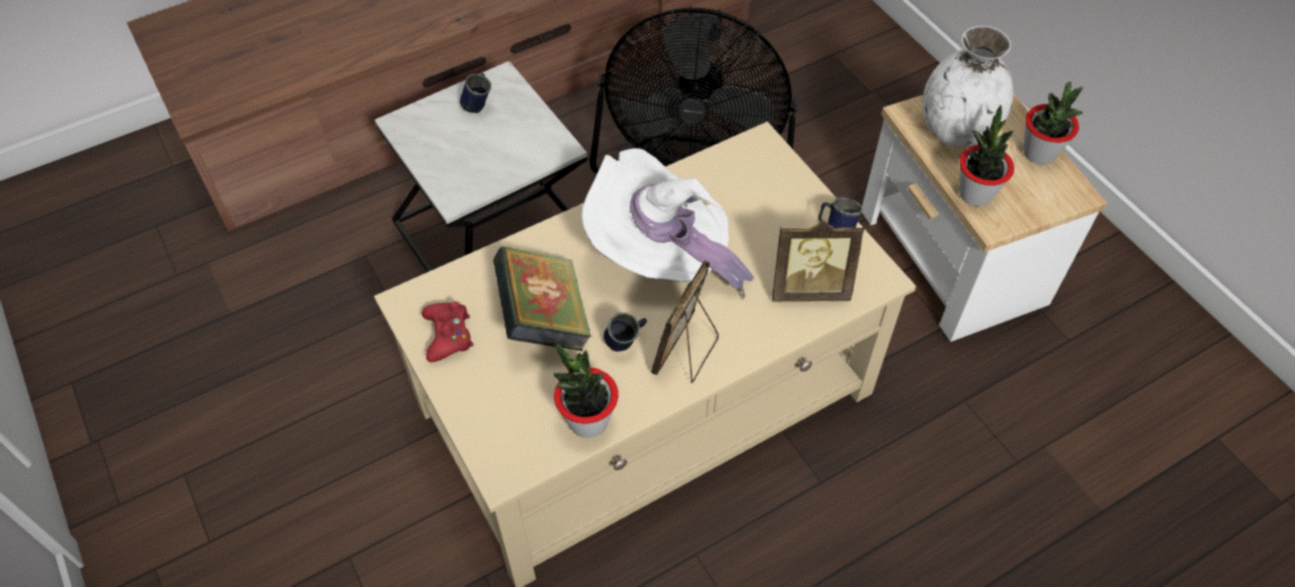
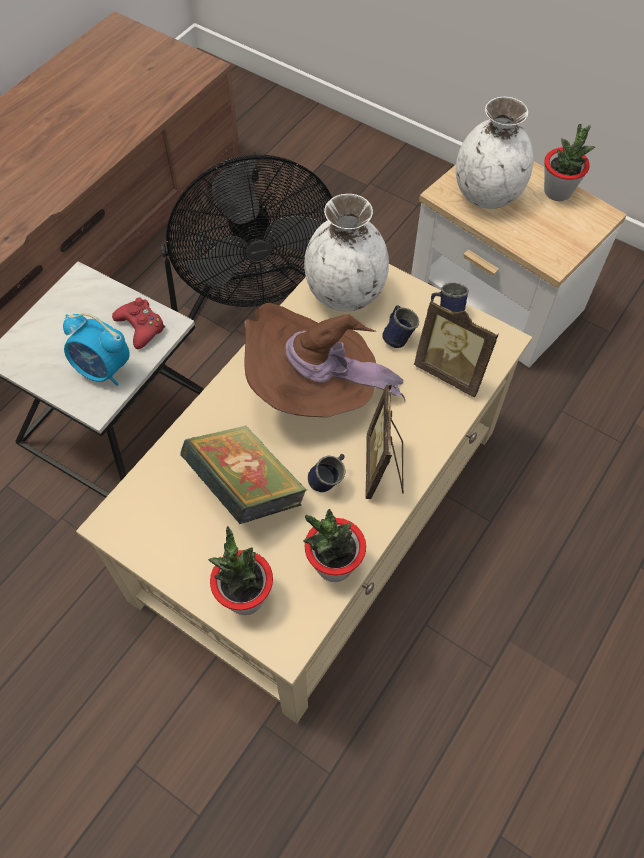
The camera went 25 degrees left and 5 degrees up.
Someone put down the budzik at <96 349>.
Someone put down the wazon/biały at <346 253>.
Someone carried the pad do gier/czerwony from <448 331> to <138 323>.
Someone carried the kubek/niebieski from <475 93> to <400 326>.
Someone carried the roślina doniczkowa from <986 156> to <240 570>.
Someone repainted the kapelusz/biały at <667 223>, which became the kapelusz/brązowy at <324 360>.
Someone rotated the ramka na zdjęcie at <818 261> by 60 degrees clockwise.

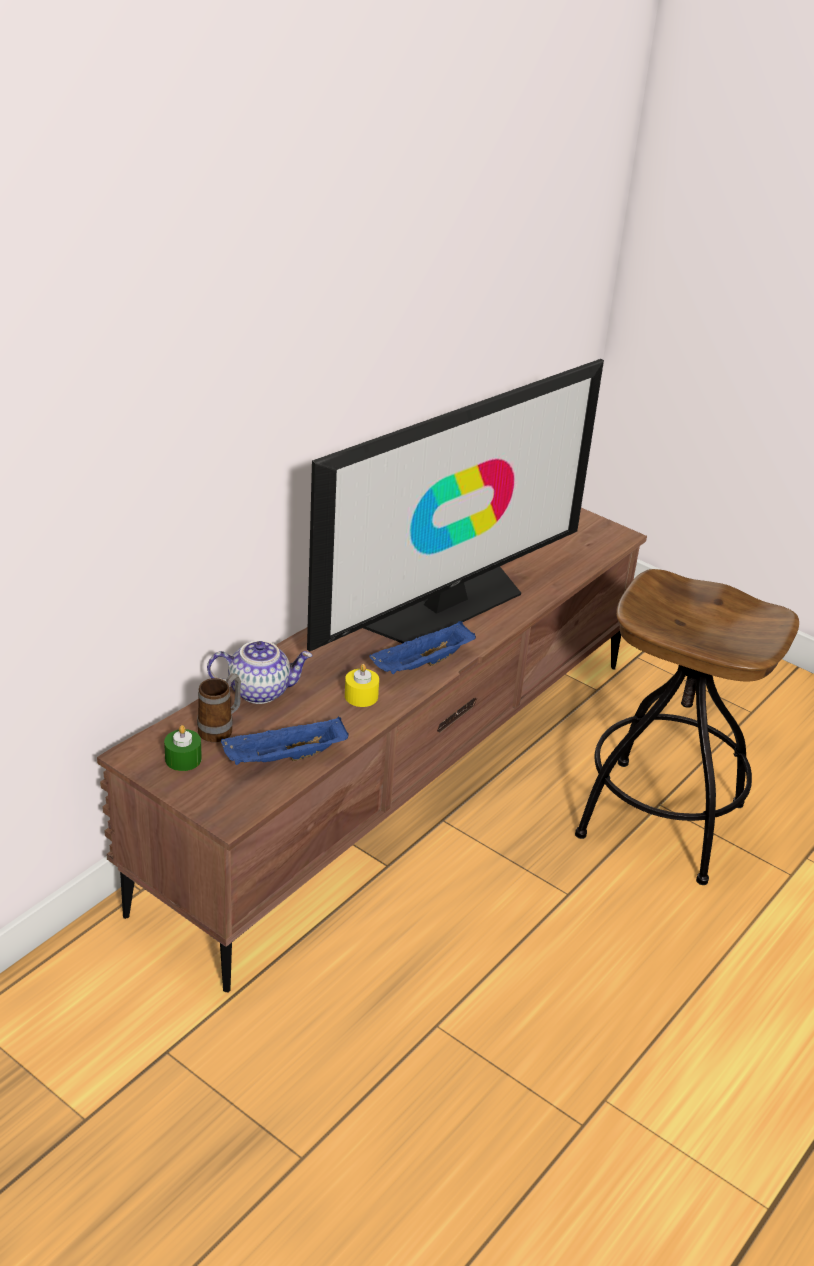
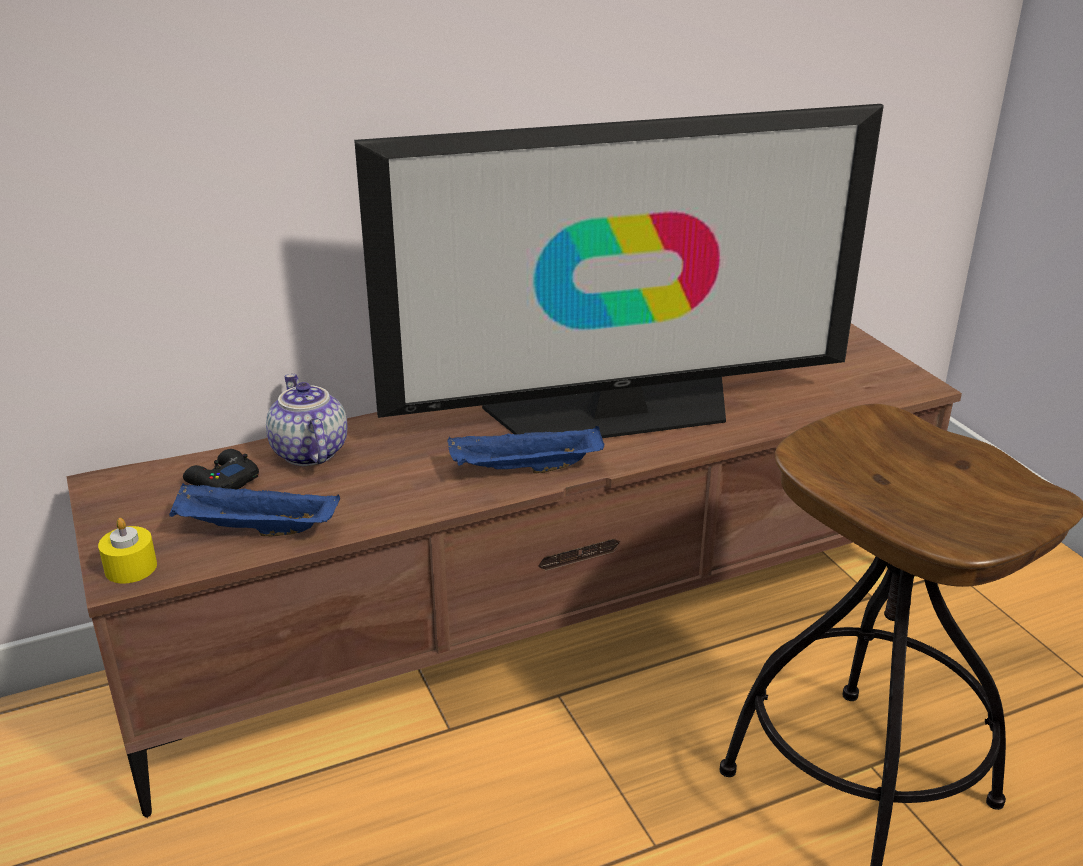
The camera went 30 degrees right and 5 degrees down.
Someone took away the świeca/zielony at <183 748>.
Someone carried the świeca/żółty from <362 685> to <127 551>.
Someone swapped the kubek at <219 707> for the pad do gier/czarny at <221 469>.
Someone rotated the imbryk at <260 672> by 135 degrees counterclockwise.

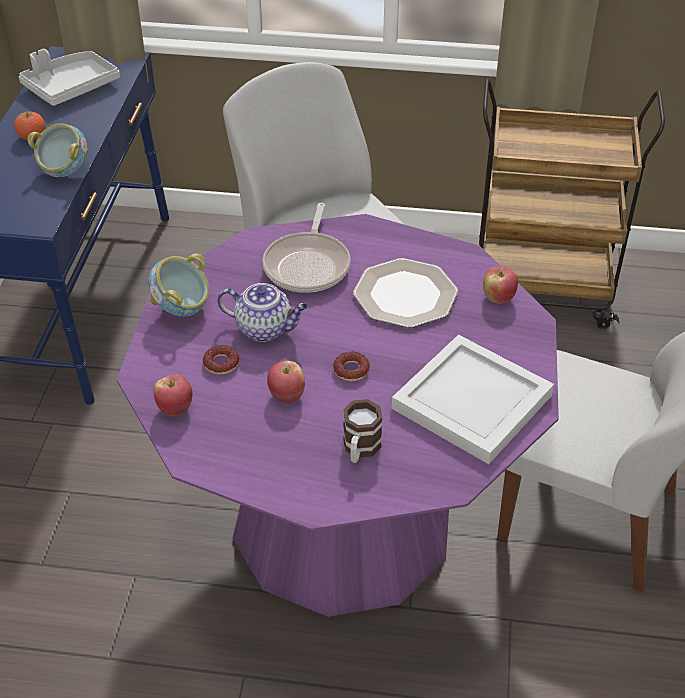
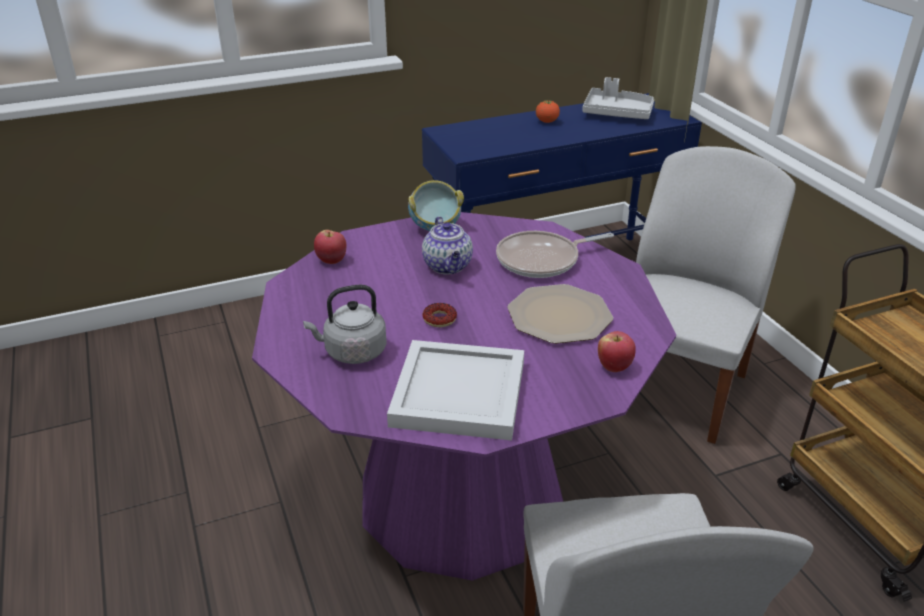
The camera went 60 degrees right and 10 degrees down.
Someone took away the miska at <58 150>.
Someone took away the donut at <221 360>.
Someone took away the jabłko at <286 382>.
Someone swapped the kubek at <363 431> for the czajnik/szary at <345 324>.

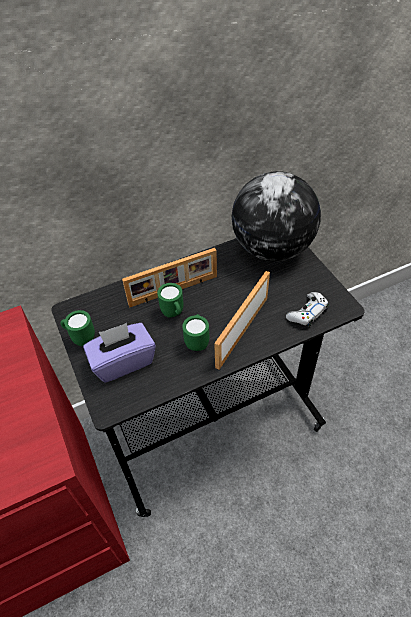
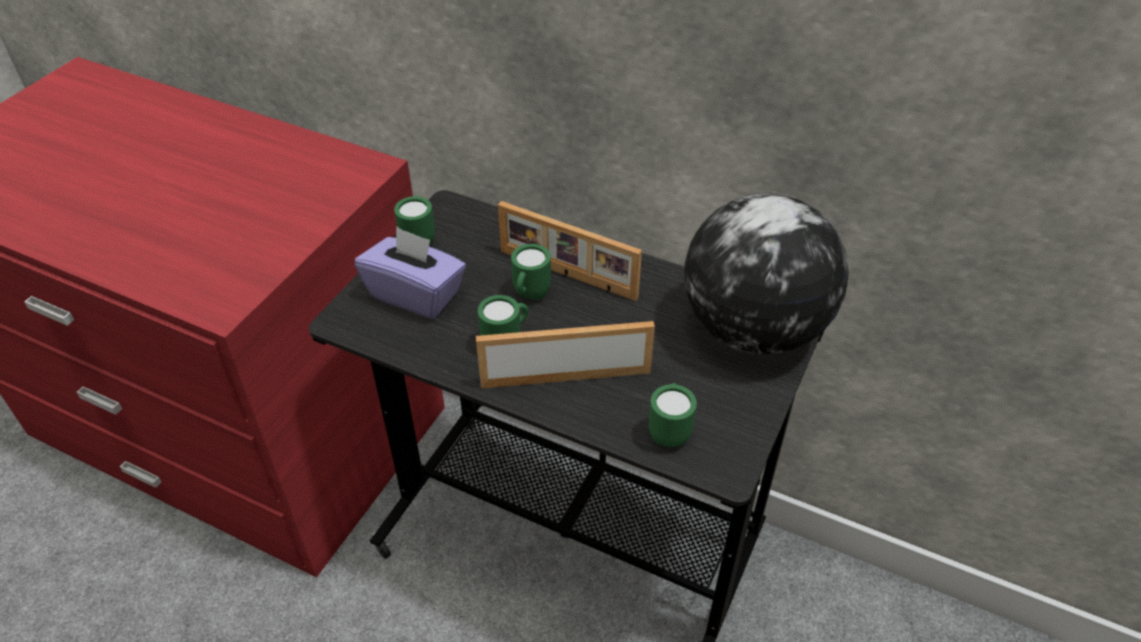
The camera went 50 degrees right and 5 degrees down.
Someone swapped the pad do gier/biały at <307 309> for the kubek/zielony at <673 415>.

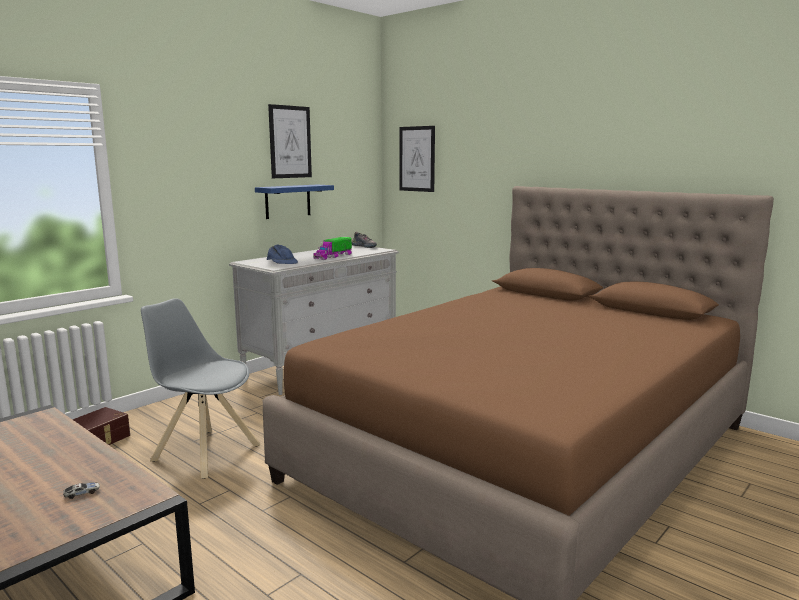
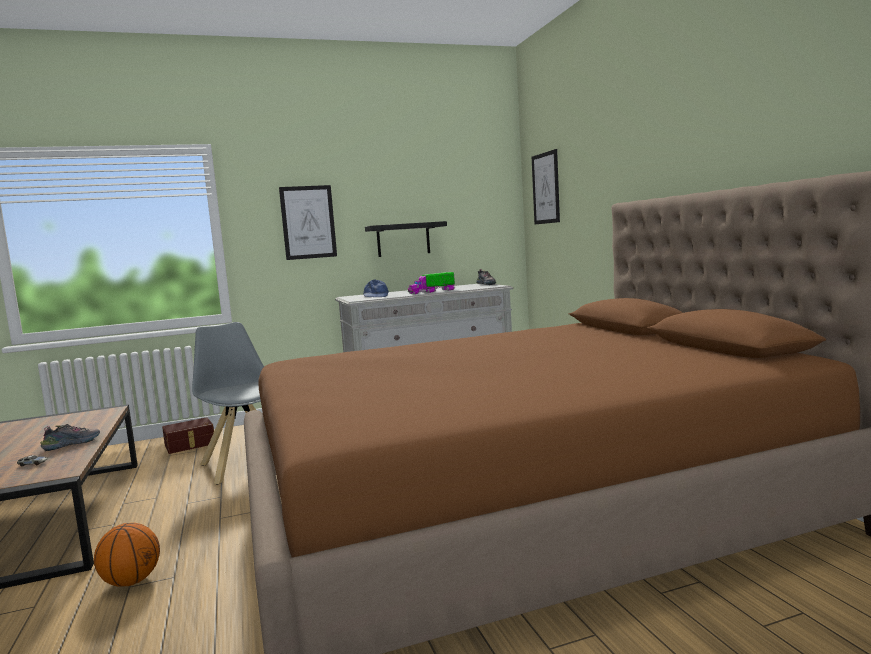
The camera went 30 degrees right and 5 degrees down.
Someone put down the but at <70 437>.
Someone put down the piłka do koszykówki at <127 555>.
Someone carried the obraz from <290 141> to <308 222>.
Someone repainted the półka/niebieski at <294 202>, which became the półka/czarny at <406 239>.

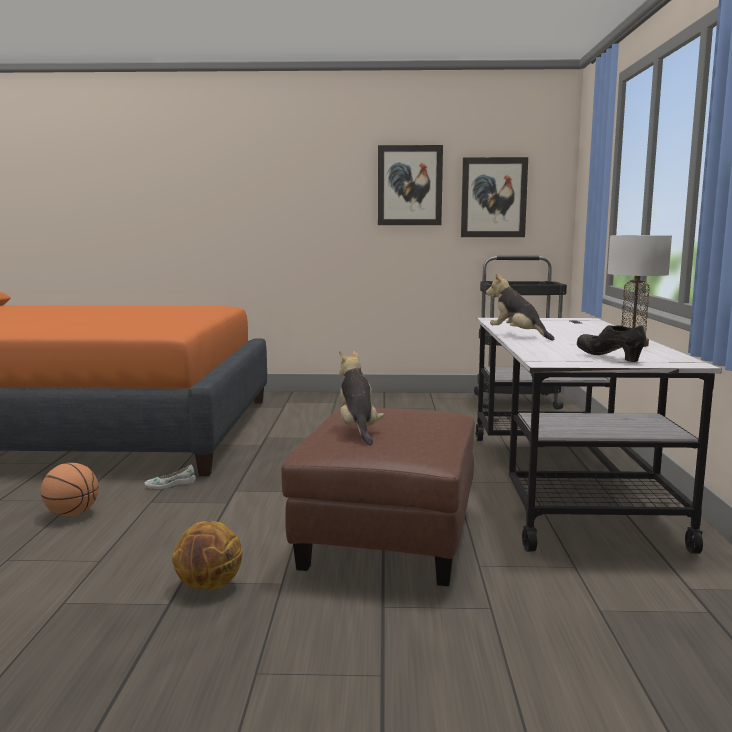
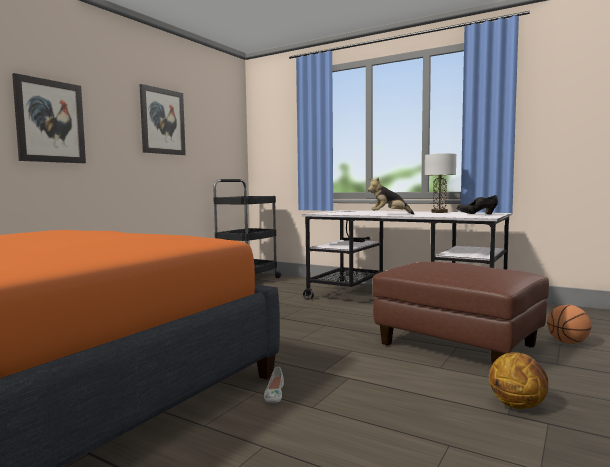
The camera went 60 degrees left and 5 degrees down.
Someone took away the pluszak at <361 398>.
Someone carried the piłka do koszykówki from <70 489> to <569 324>.
Someone carried the obraz from <494 197> to <49 118>.

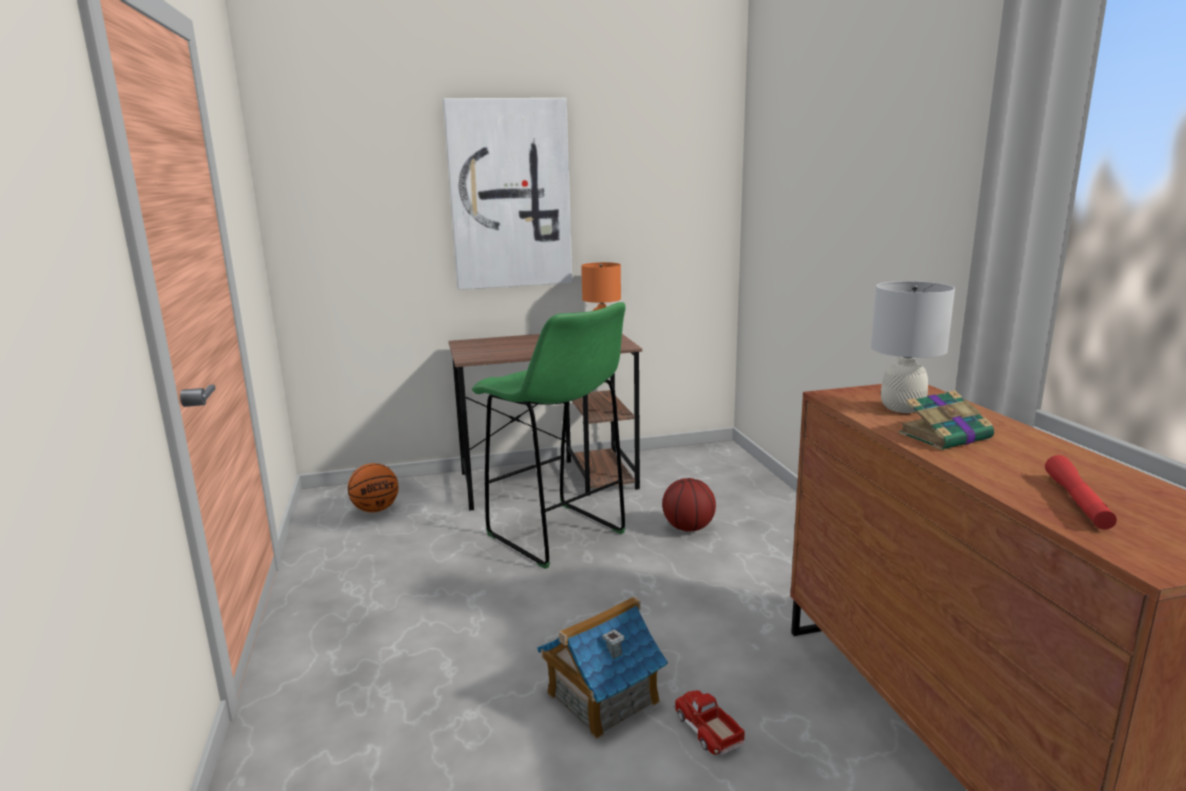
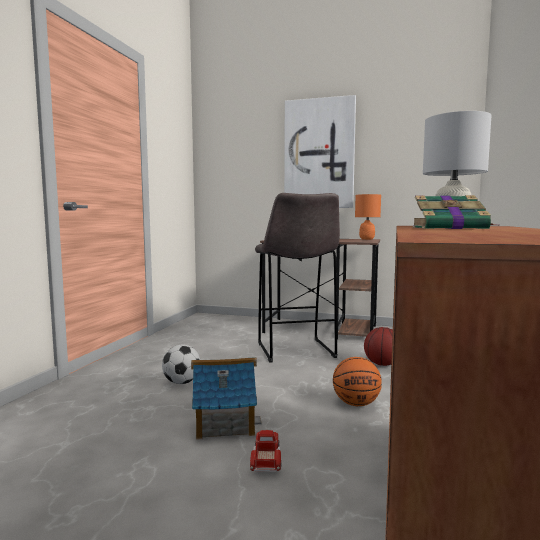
The camera went 30 degrees right and 10 degrees down.
Someone took away the latarka/czerwony at <1081 492>.
Someone put down the piłka futbolowa at <181 364>.
Someone carried the piłka do koszykówki from <373 487> to <357 381>.
Someone repainted the stołek/zielony at <549 435>, which became the stołek/szary at <297 277>.

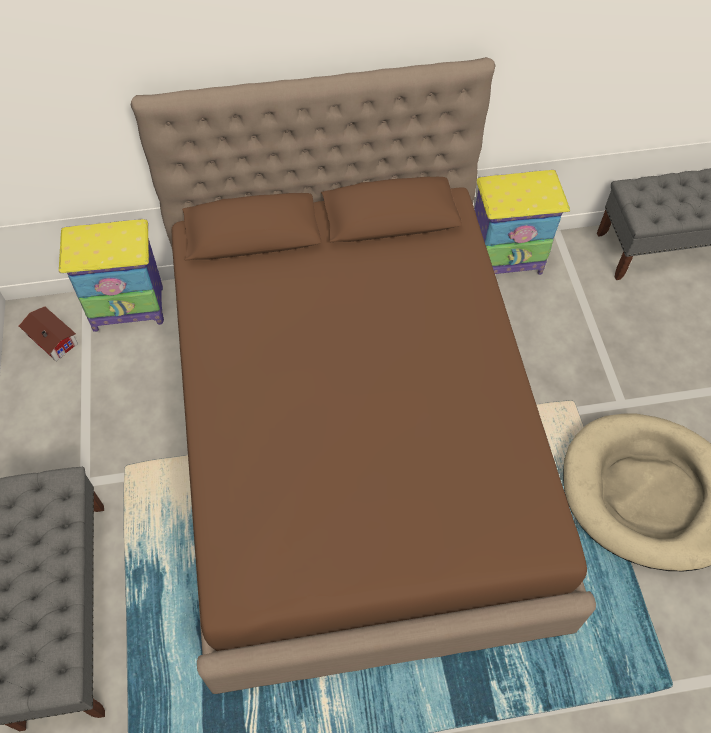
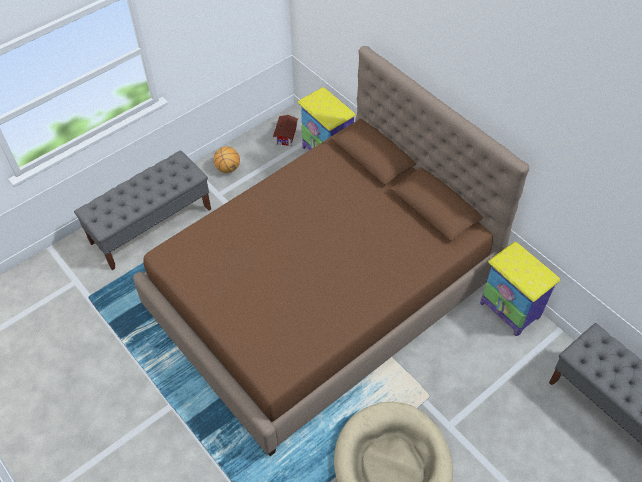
The camera went 60 degrees right and 5 degrees down.
Someone put down the piłka do koszykówki at <227 160>.

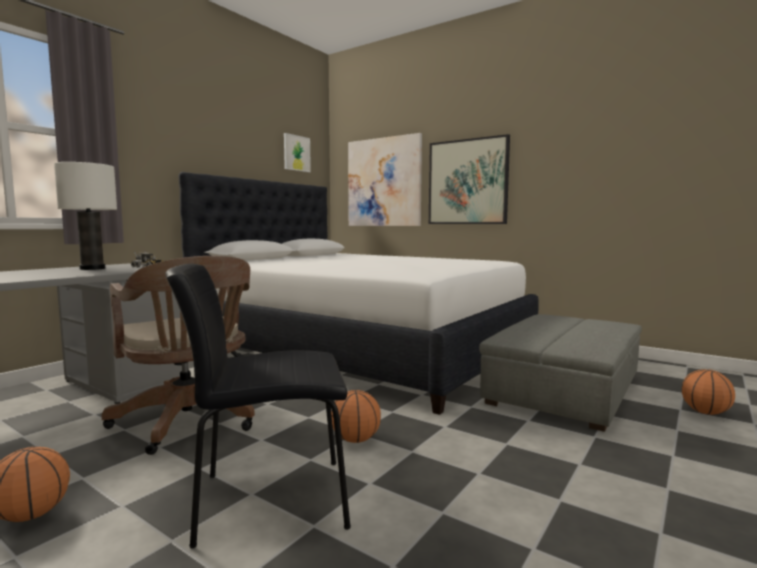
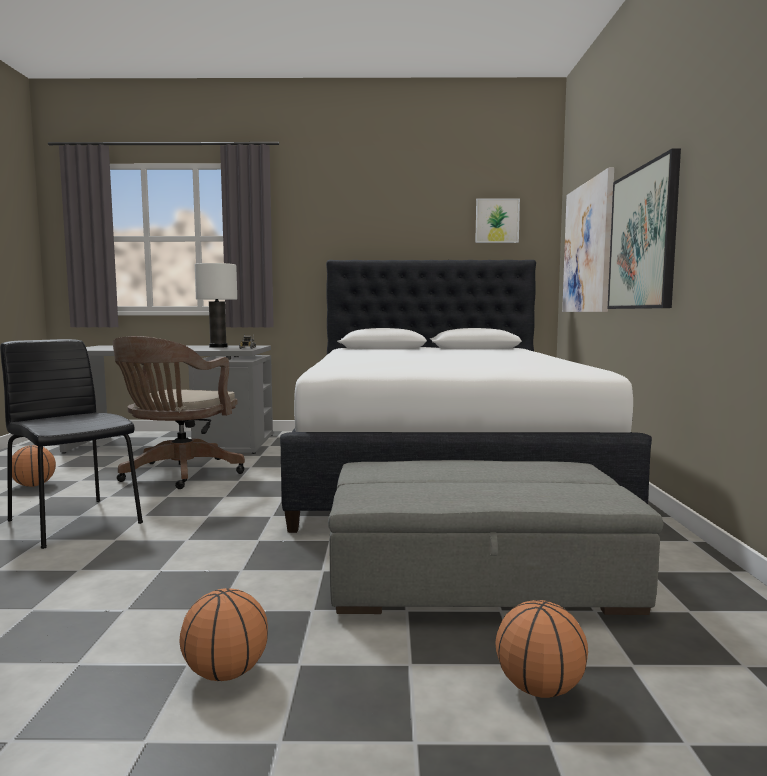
The camera went 55 degrees right and 0 degrees up.
Someone carried the piłka do koszykówki from <356 416> to <223 634>.

